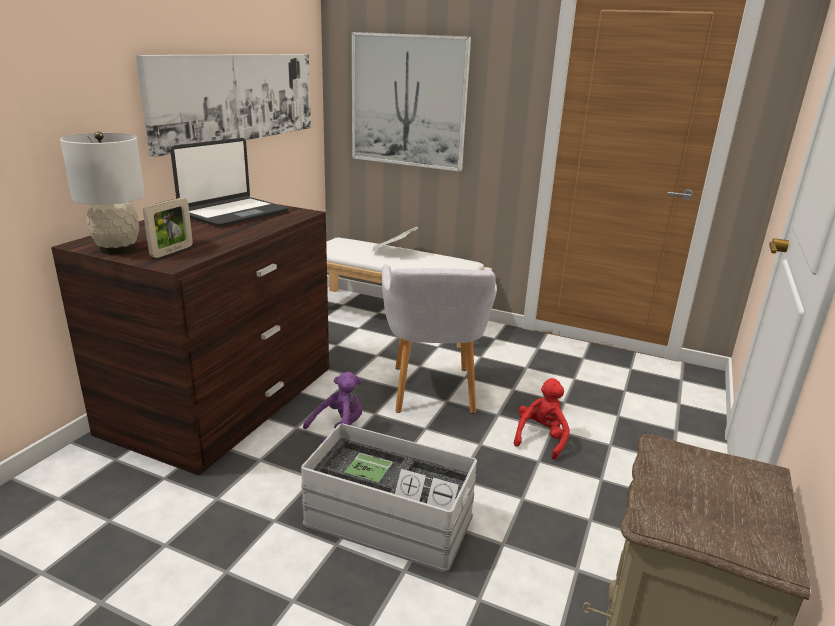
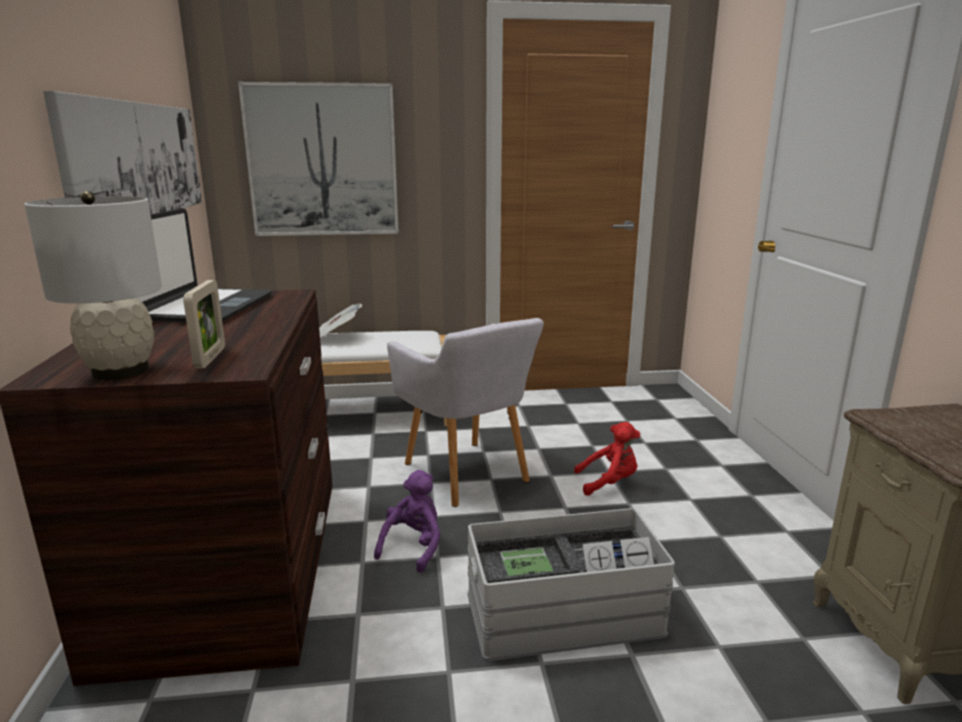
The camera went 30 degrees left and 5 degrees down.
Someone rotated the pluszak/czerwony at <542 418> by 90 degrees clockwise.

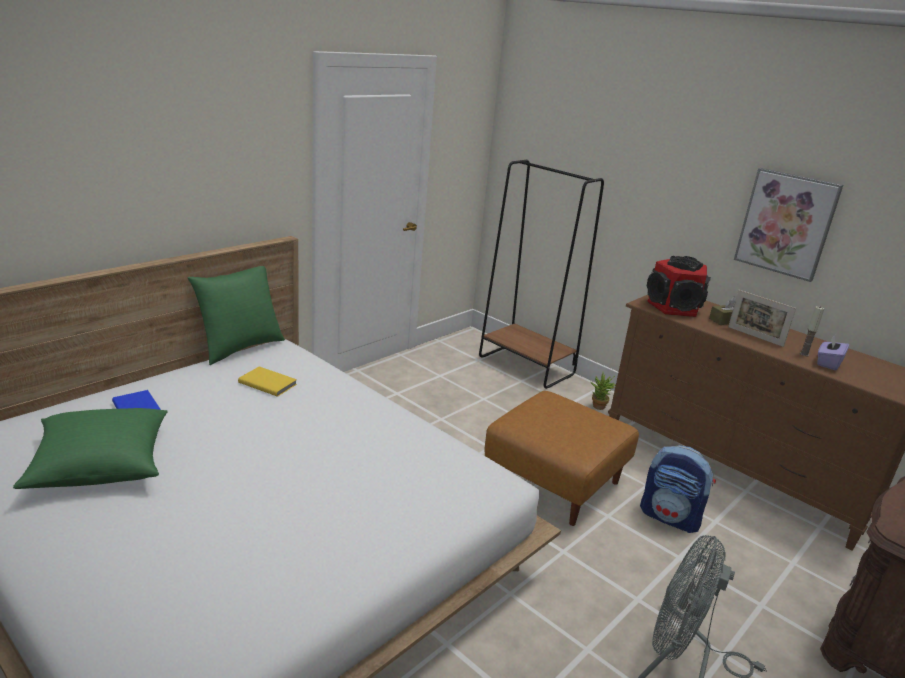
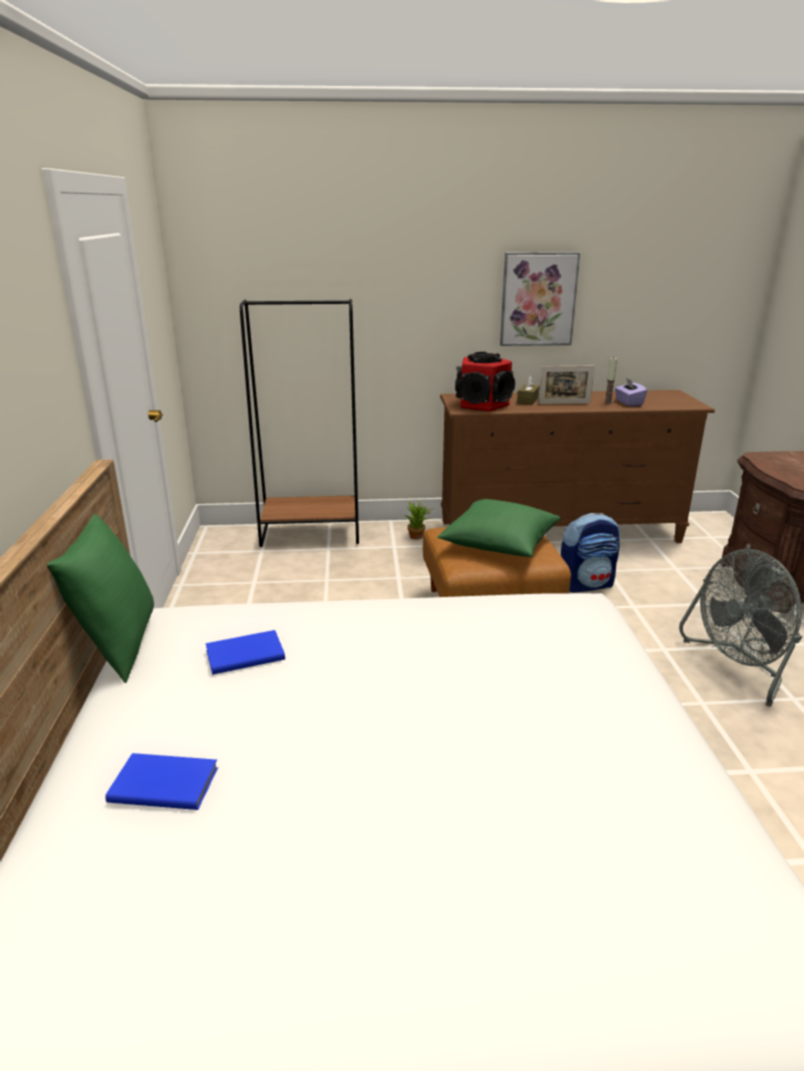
The camera went 45 degrees left and 0 degrees up.
Someone carried the poduszka/zielony from <90 448> to <499 528>.
Someone repainted the książka/żółty at <267 381>, which became the książka/niebieski at <245 652>.

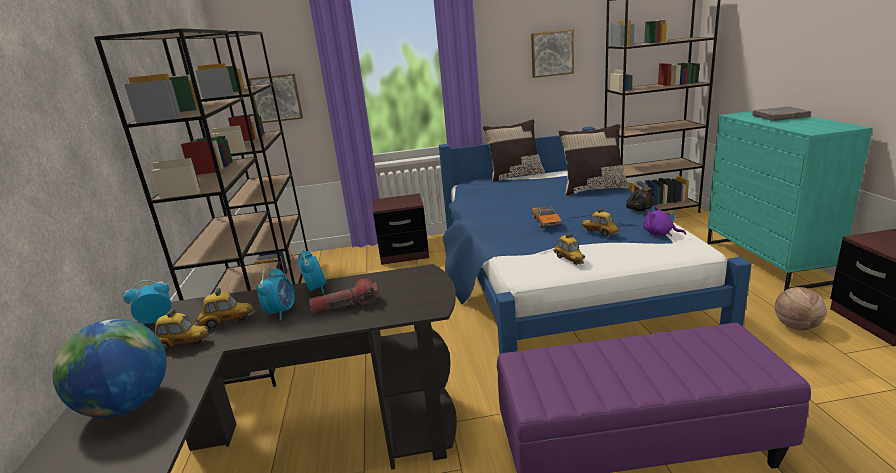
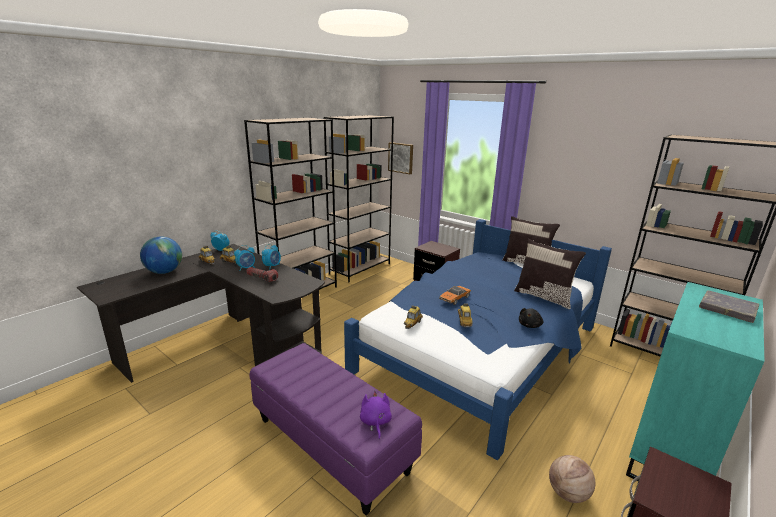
The camera went 45 degrees right and 0 degrees up.
Someone took away the obraz at <552 53>.
Someone carried the pluszak/fioletowy from <664 221> to <376 415>.

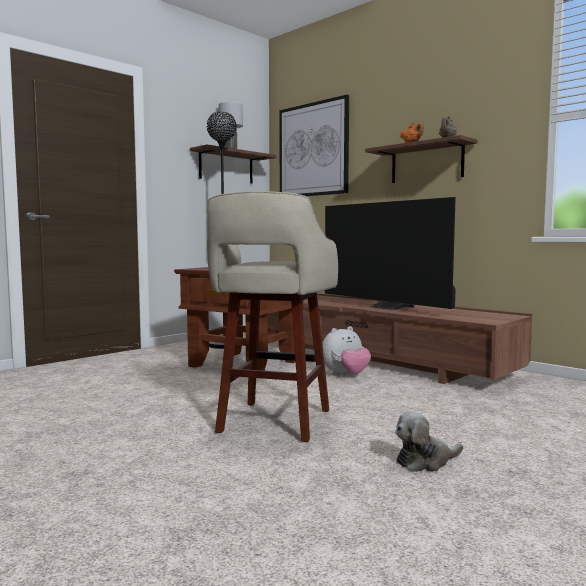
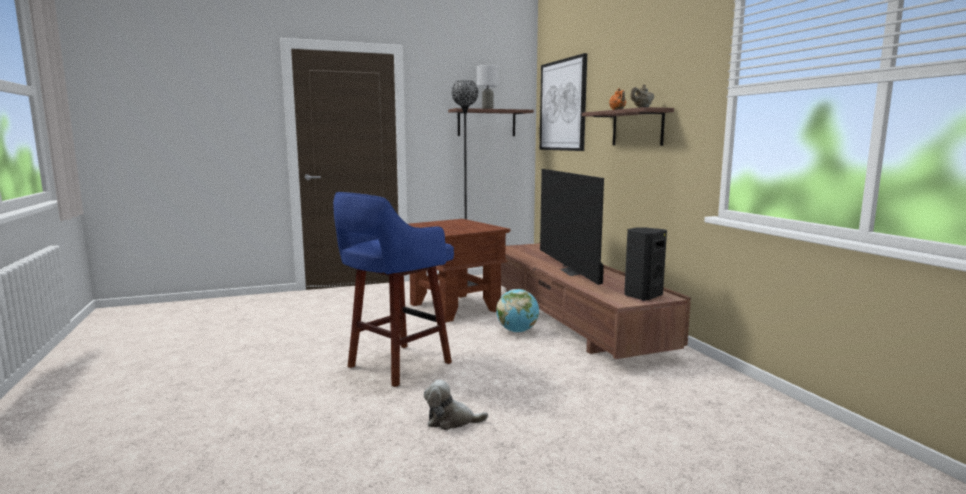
The camera went 25 degrees right and 5 degrees up.
Someone put down the głośnik/czarny at <645 264>.
Someone swapped the pluszak at <346 351> for the globus at <517 310>.
Someone repainted the stołek/beżowy at <272 316>, which became the stołek/niebieski at <393 289>.

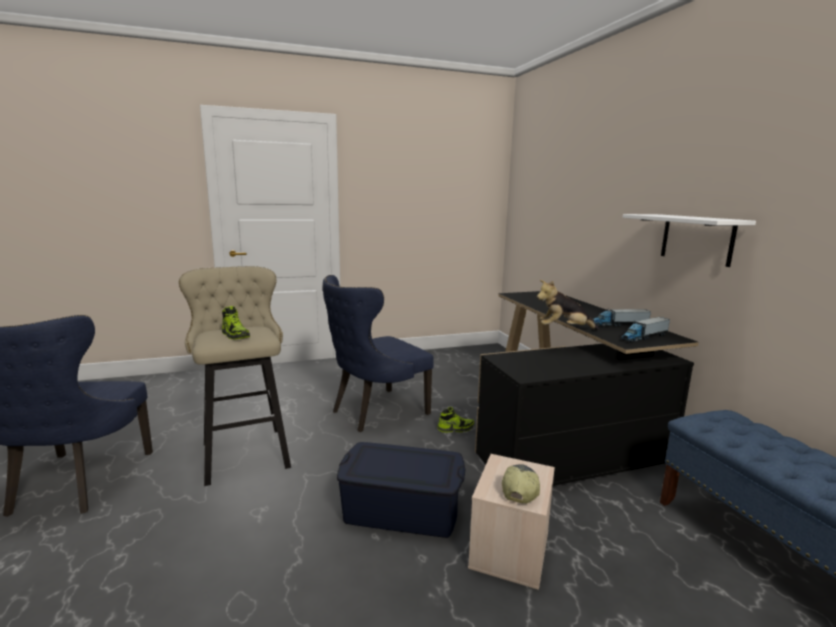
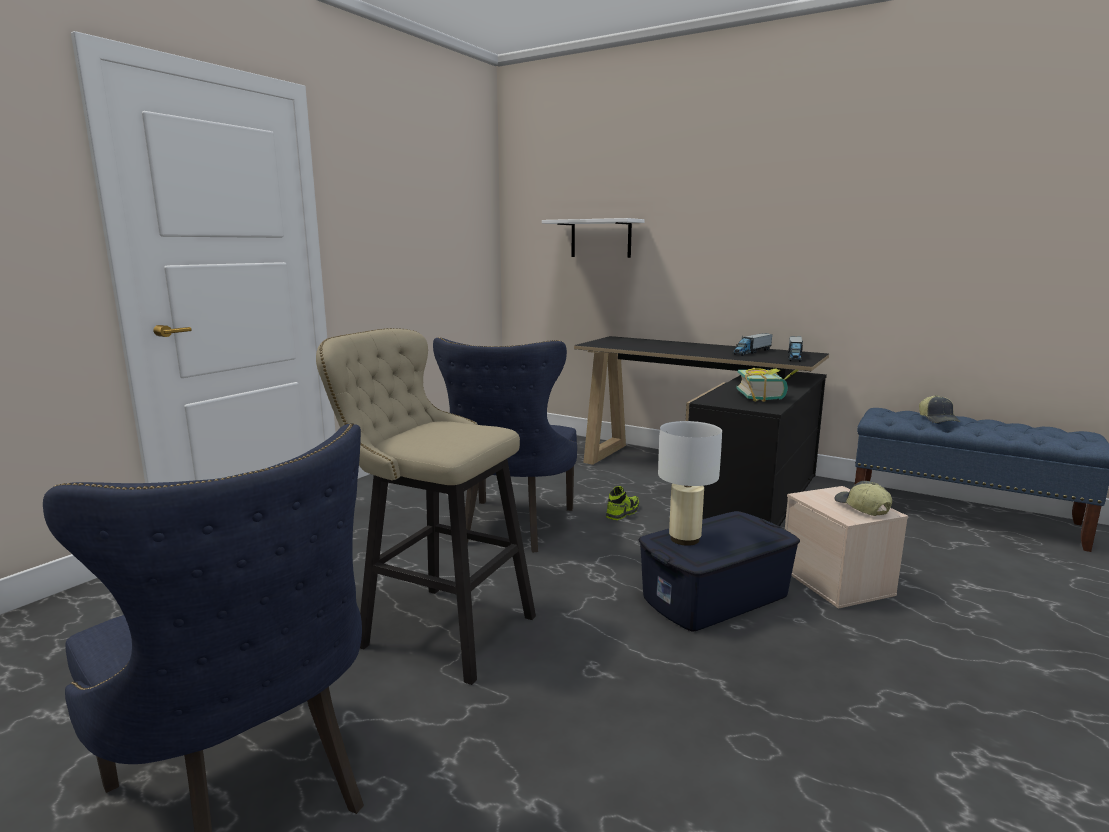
The camera went 40 degrees left and 0 degrees up.
Someone took away the but at <236 322>.
Someone took away the pluszak at <568 305>.
Someone put down the lampa stołowa/biały at <690 483>.
Someone put down the książka at <767 385>.
Someone put down the czapka z daszkiem at <940 409>.
Someone carried the półka/biały from <689 240> to <593 238>.

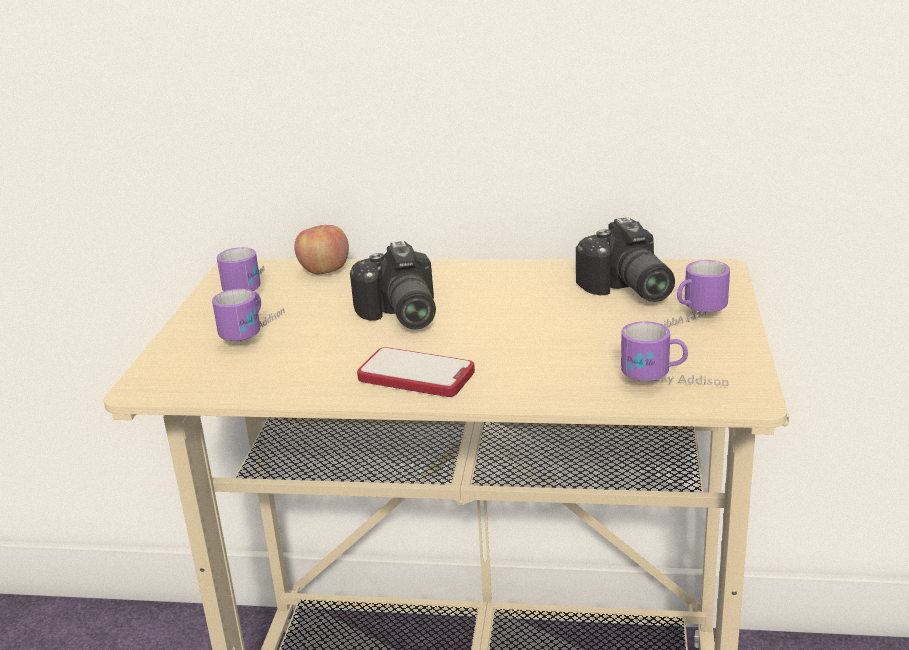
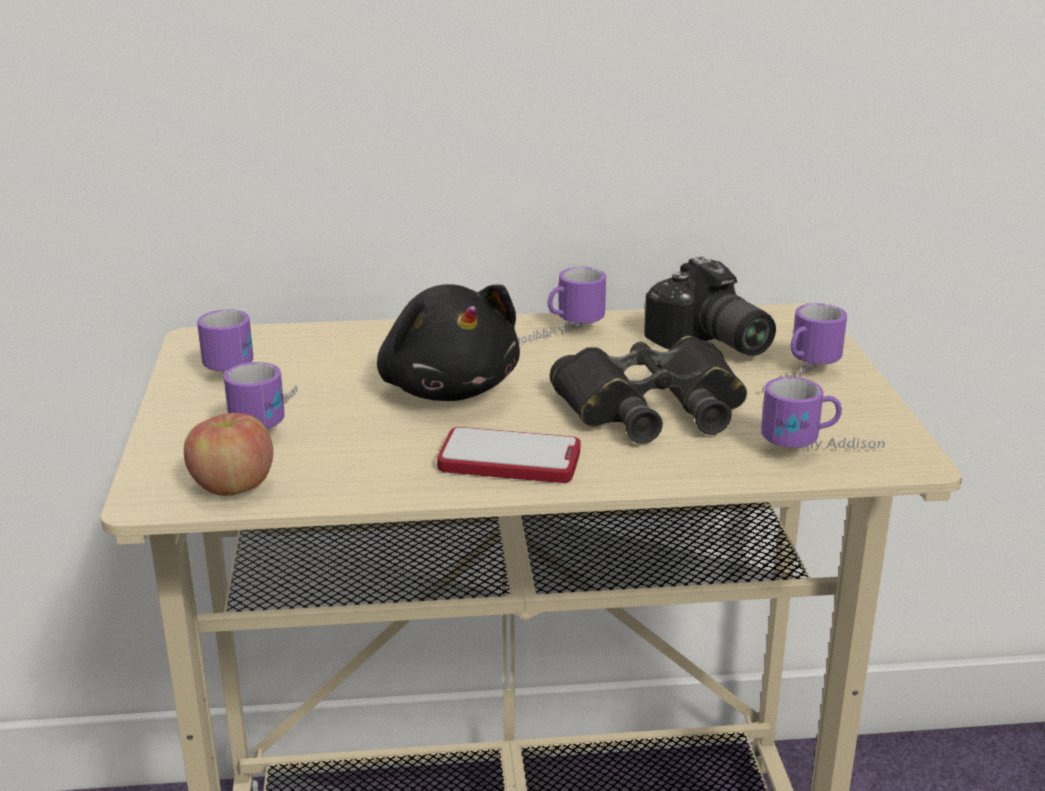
The camera went 15 degrees left and 0 degrees up.
Someone put down the kubek at <562 305>.
Someone put down the lornetka/czarny at <648 390>.
Someone carried the jabłko from <321 249> to <228 454>.
Someone swapped the aparat fotograficzny at <393 285> for the pluszak/czarny at <448 342>.

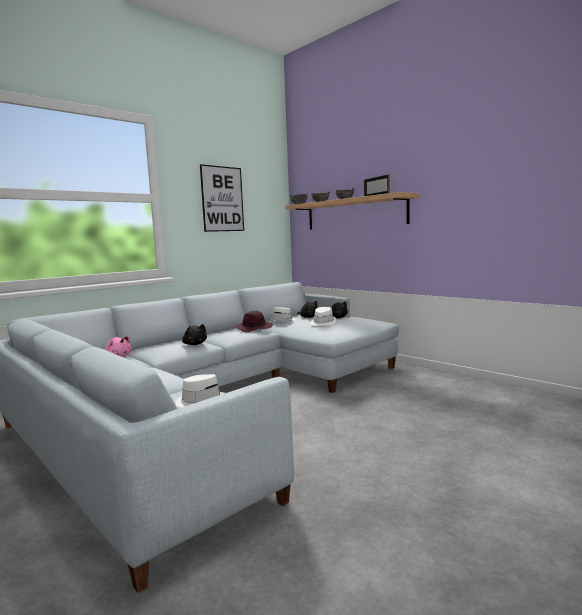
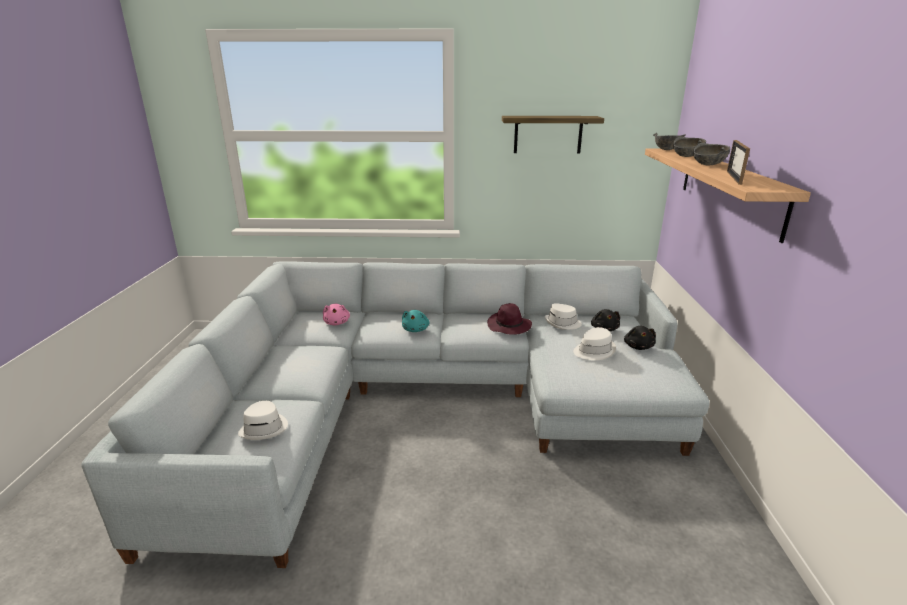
The camera went 45 degrees right and 15 degrees up.
Someone swapped the obraz at <222 198> for the półka at <553 135>.
Someone repainted the pluszak/czarny at <194 334>, which became the pluszak/turkusowy at <416 321>.

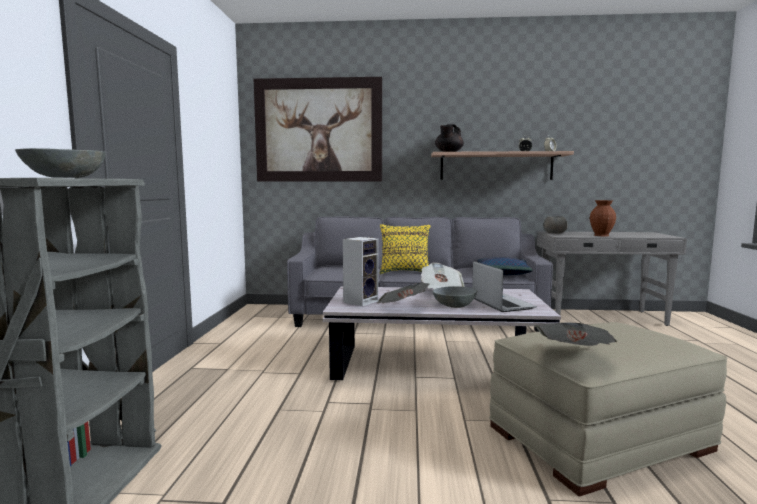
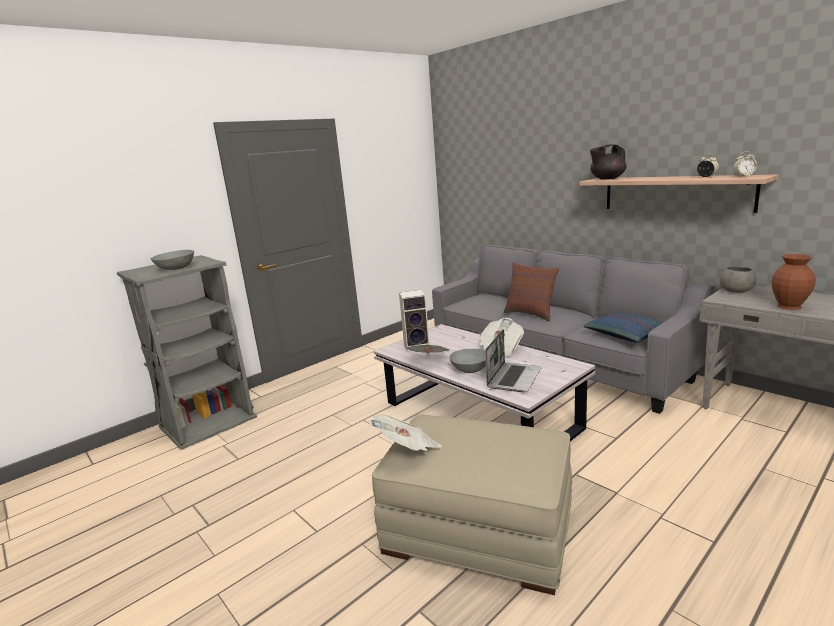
The camera went 45 degrees right and 10 degrees up.
Someone took away the obraz at <317 129>.
Someone repainted the poduszka/żółty at <405 249>, which became the poduszka/brązowy at <531 291>.

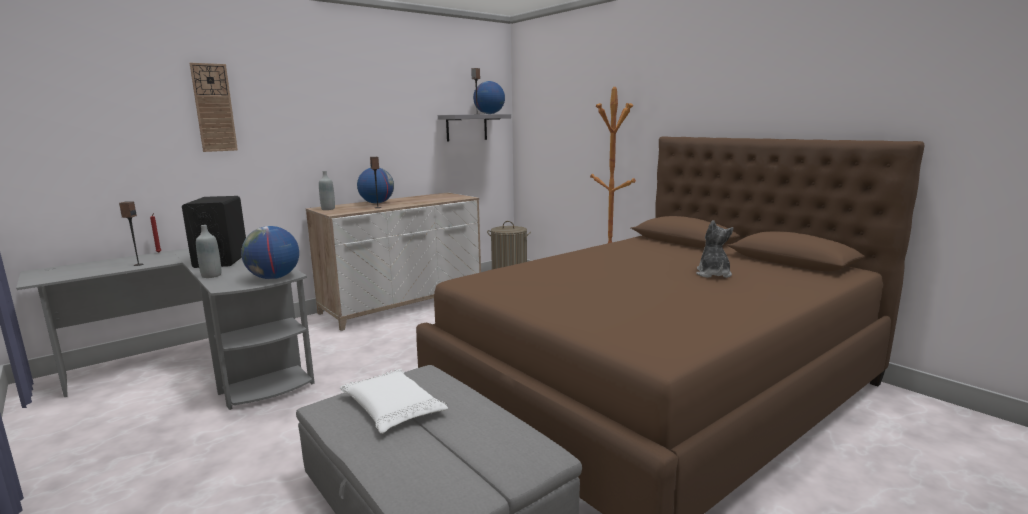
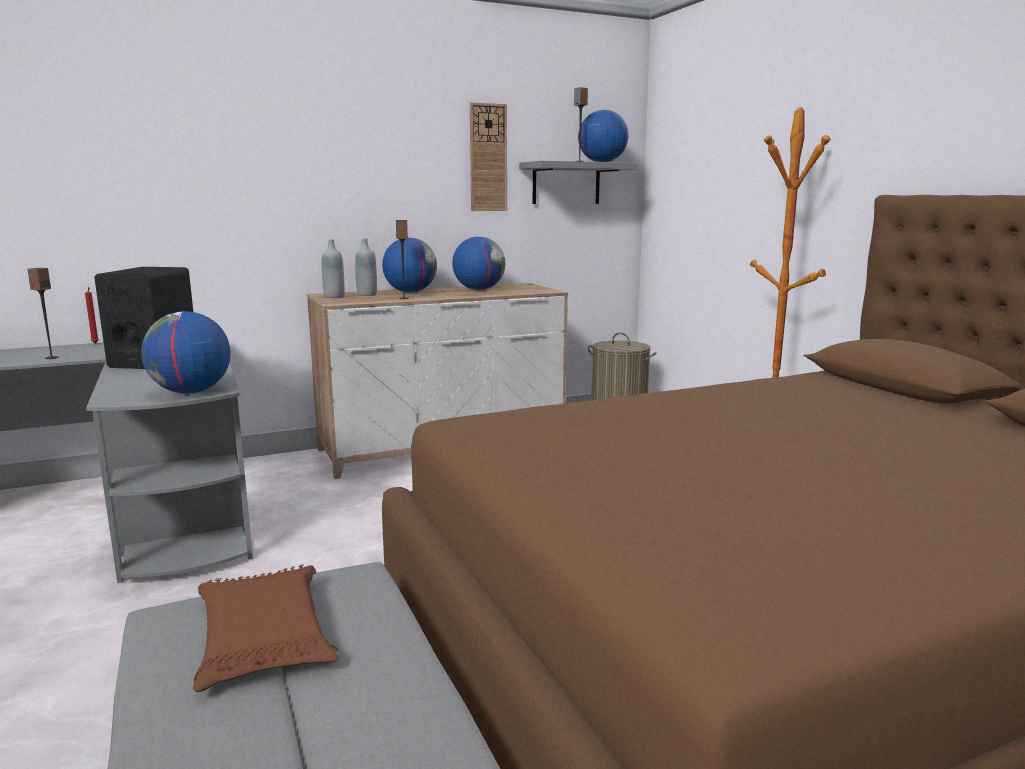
The camera went 15 degrees right and 0 degrees up.
Someone took away the pluszak at <715 249>.
Someone put down the globus at <478 263>.
Someone carried the zegar ścienny from <214 107> to <488 156>.
Someone carried the butelka/szary from <208 251> to <366 267>.
Someone repainted the poduszka/biały at <394 401>, which became the poduszka/brązowy at <265 628>.

